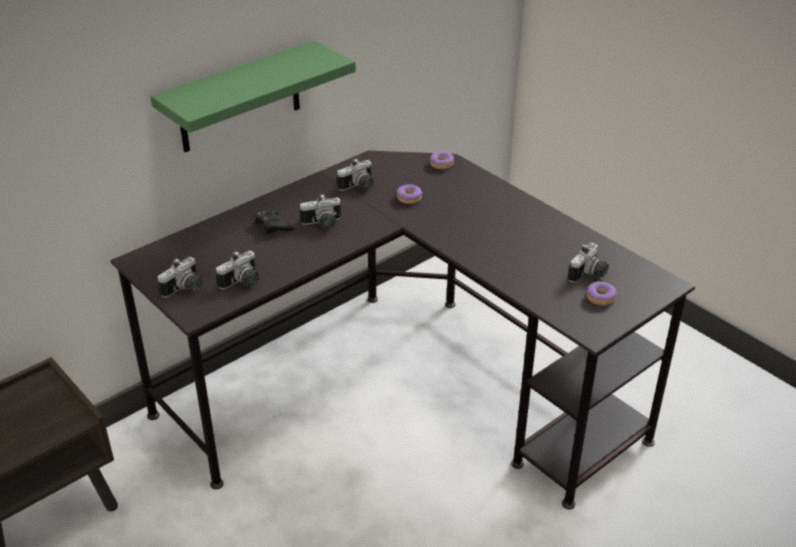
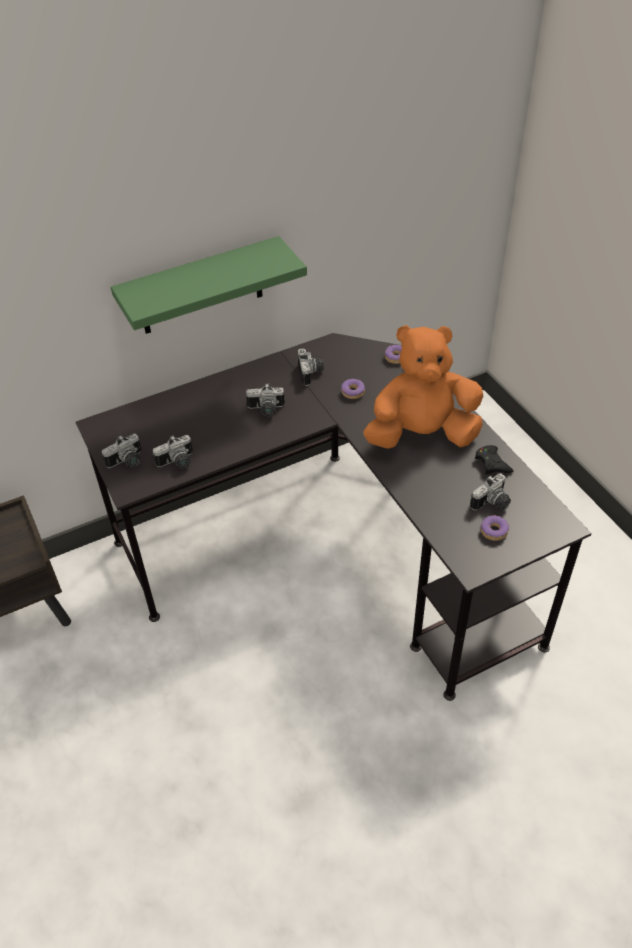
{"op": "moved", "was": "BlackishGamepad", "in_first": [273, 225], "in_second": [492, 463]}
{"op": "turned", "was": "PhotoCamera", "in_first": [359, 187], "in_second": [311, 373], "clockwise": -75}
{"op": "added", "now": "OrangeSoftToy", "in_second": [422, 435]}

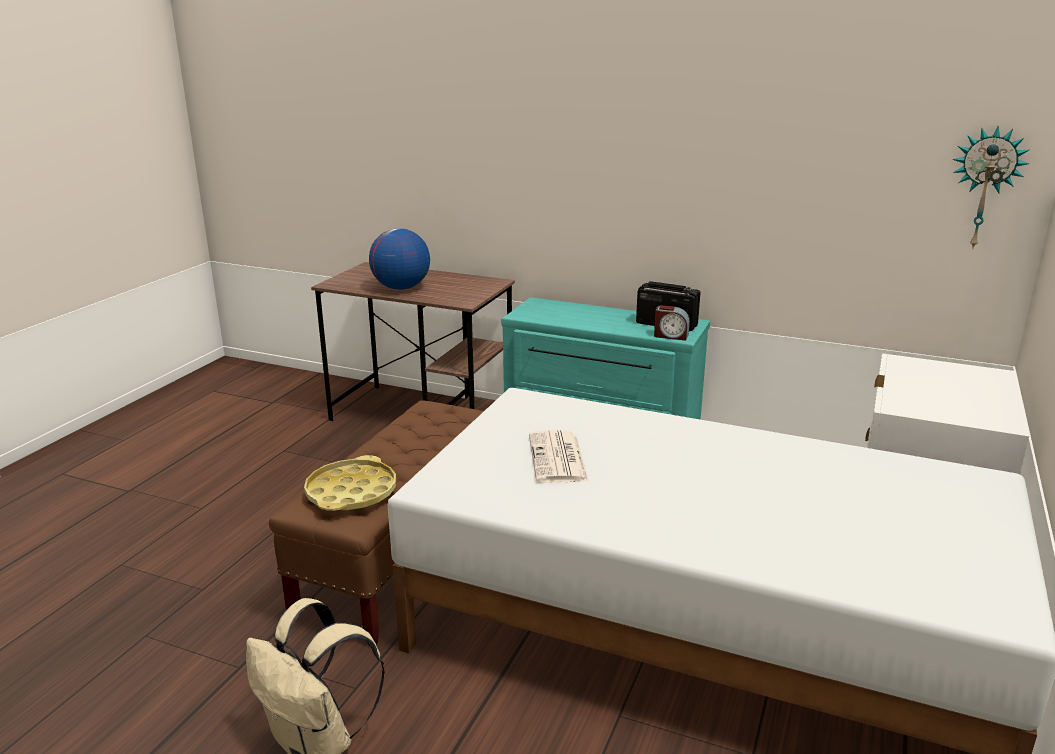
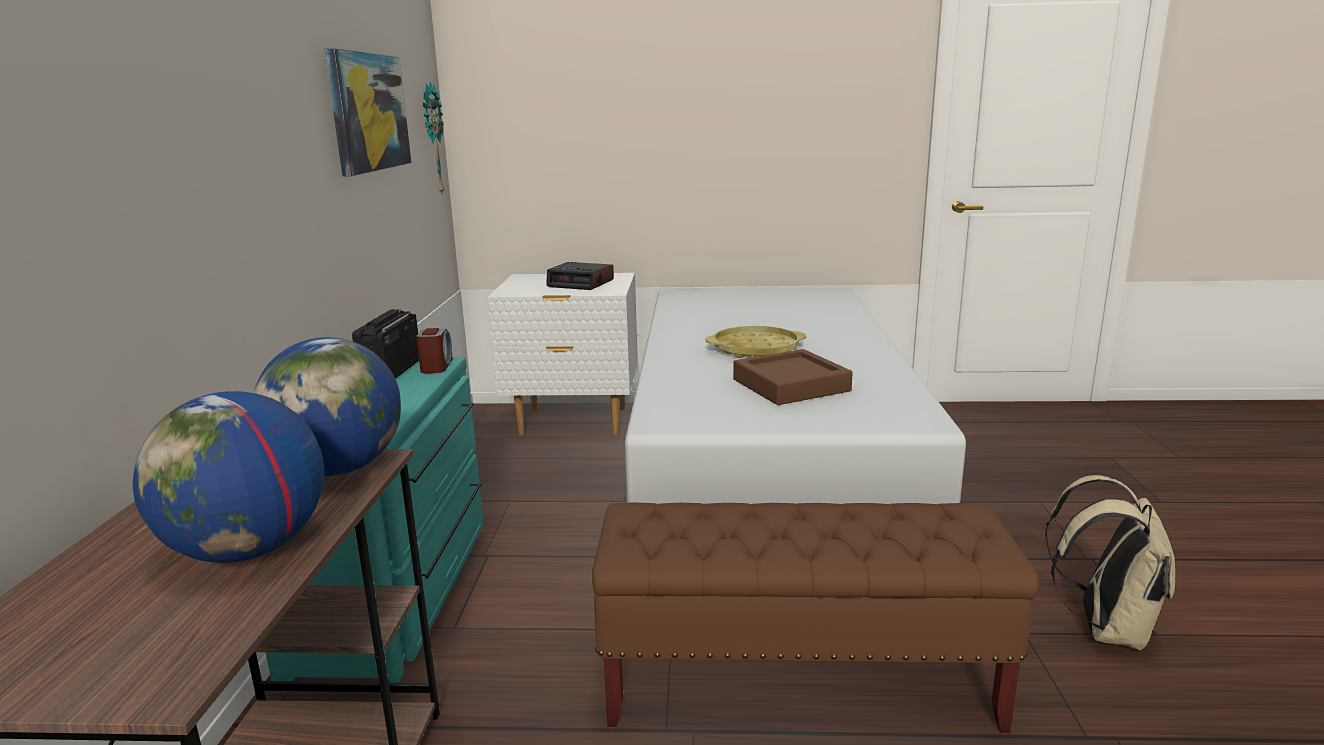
{"op": "moved", "was": "YellowServingTray", "in_first": [351, 492], "in_second": [755, 349]}
{"op": "replaced", "was": "PrintedPaper", "now": "BrownServingTray", "in_first": [558, 458], "in_second": [791, 385]}
{"op": "added", "now": "Globe", "in_second": [339, 469]}
{"op": "added", "now": "WallPicture", "in_second": [368, 112]}
{"op": "added", "now": "BedsideClock", "in_second": [581, 283]}

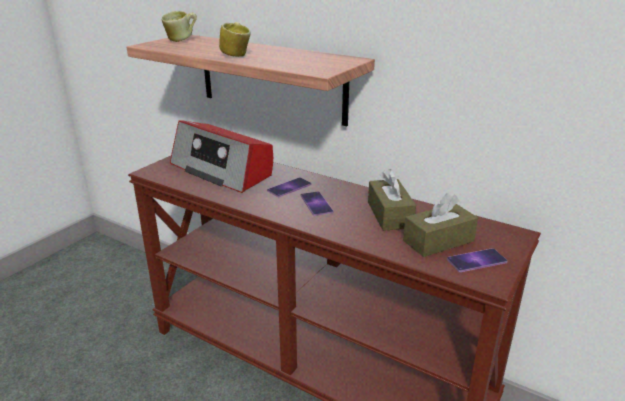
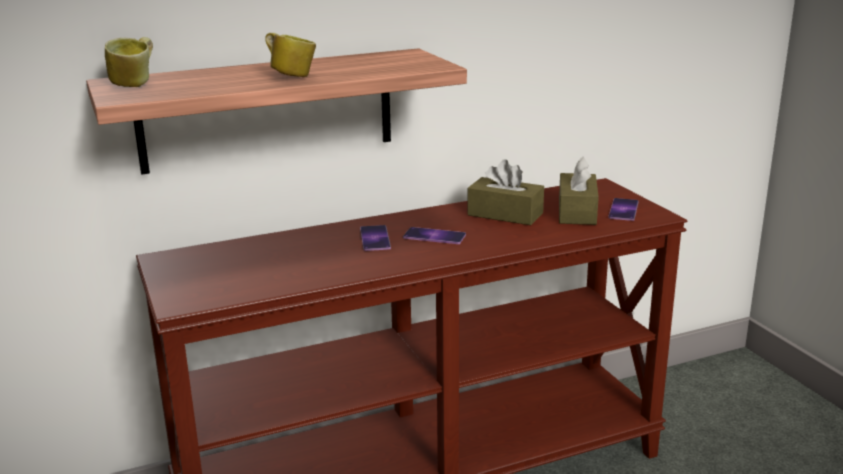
{"op": "removed", "was": "RadioSet", "in_first": [222, 170]}

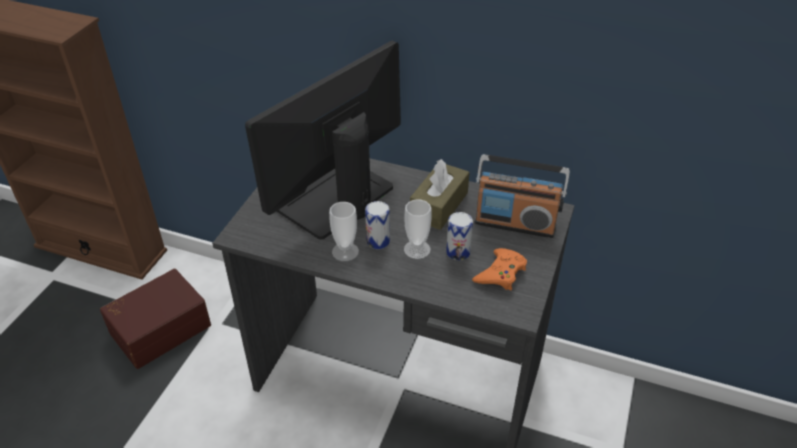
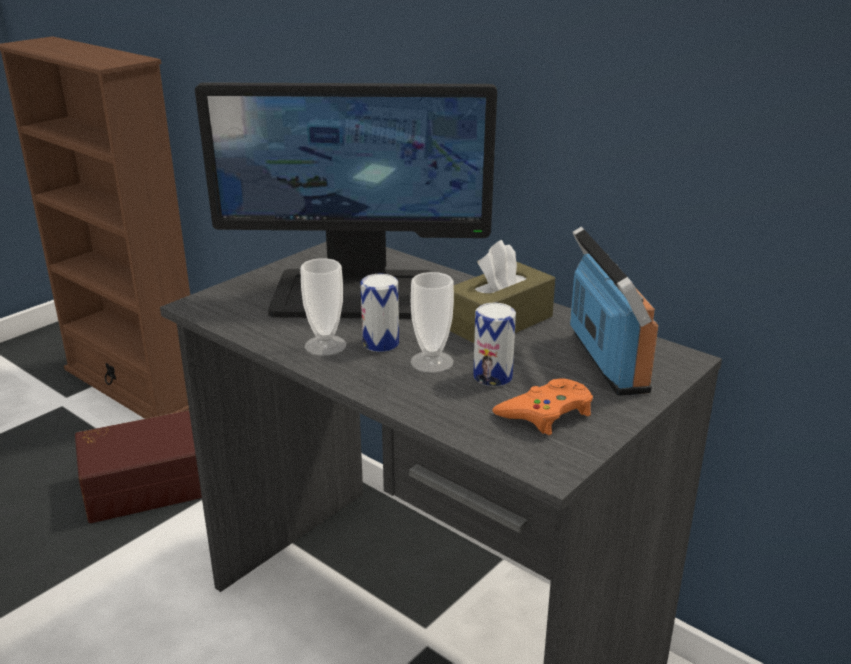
{"op": "turned", "was": "ComputerDisplay", "in_first": [336, 199], "in_second": [355, 293], "clockwise": -150}
{"op": "turned", "was": "RadioSet", "in_first": [515, 223], "in_second": [607, 361], "clockwise": -135}

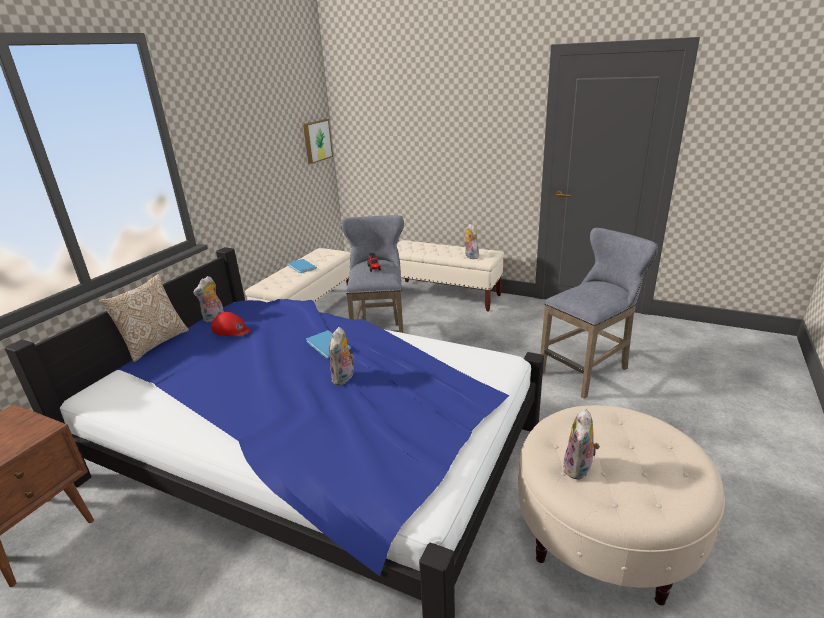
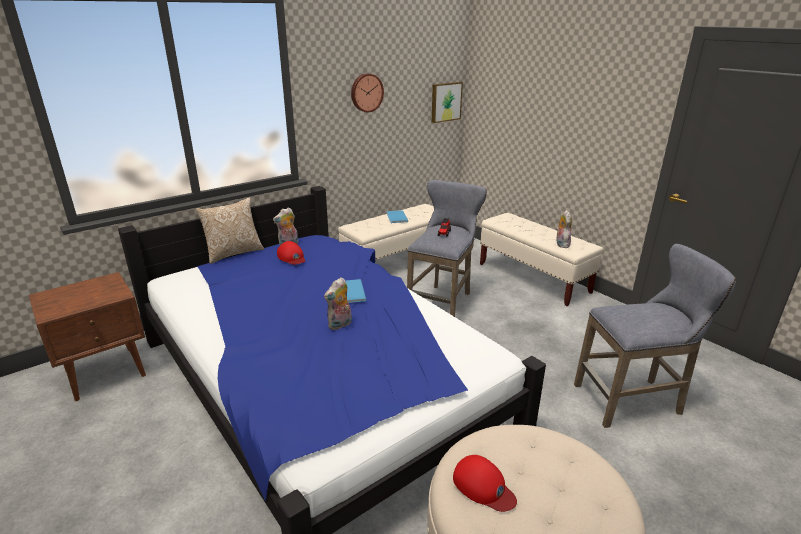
{"op": "replaced", "was": "SoftToy", "now": "RedPeakedCap", "in_first": [579, 469], "in_second": [483, 486]}
{"op": "added", "now": "HangingClock", "in_second": [366, 92]}

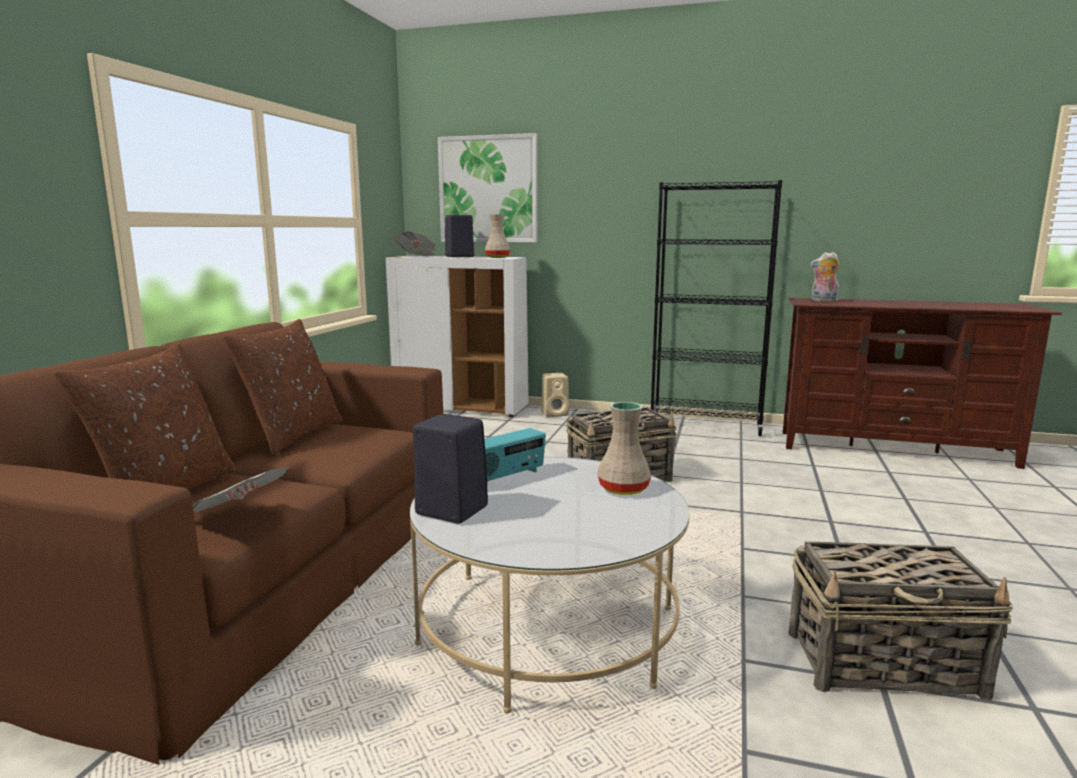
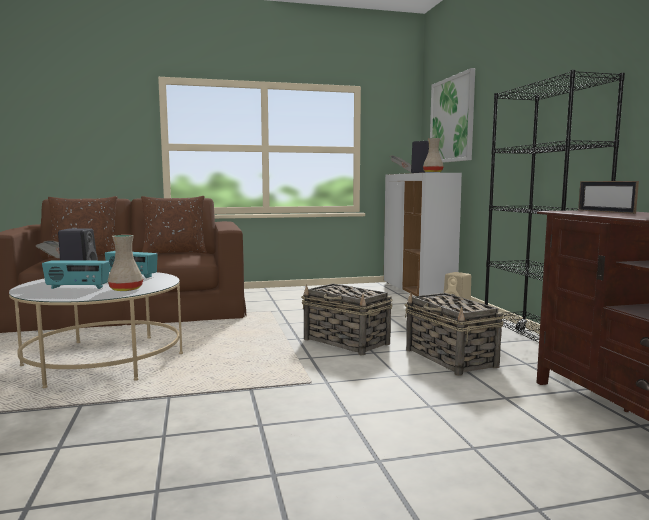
{"op": "moved", "was": "HouseholdBasket", "in_first": [885, 664], "in_second": [451, 358]}
{"op": "replaced", "was": "SoftToy", "now": "PictureFrame", "in_first": [823, 301], "in_second": [605, 211]}
{"op": "added", "now": "RadioSet", "in_second": [77, 288]}

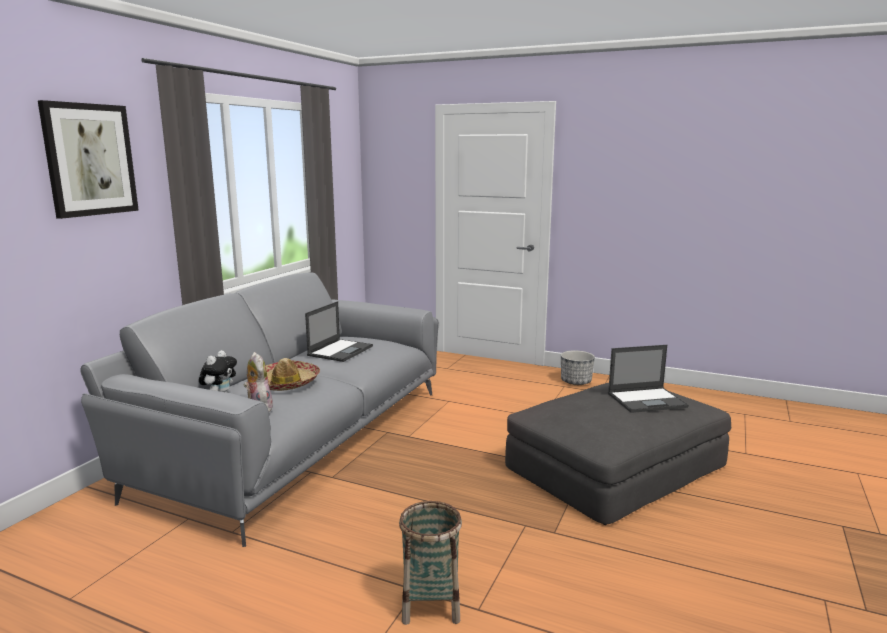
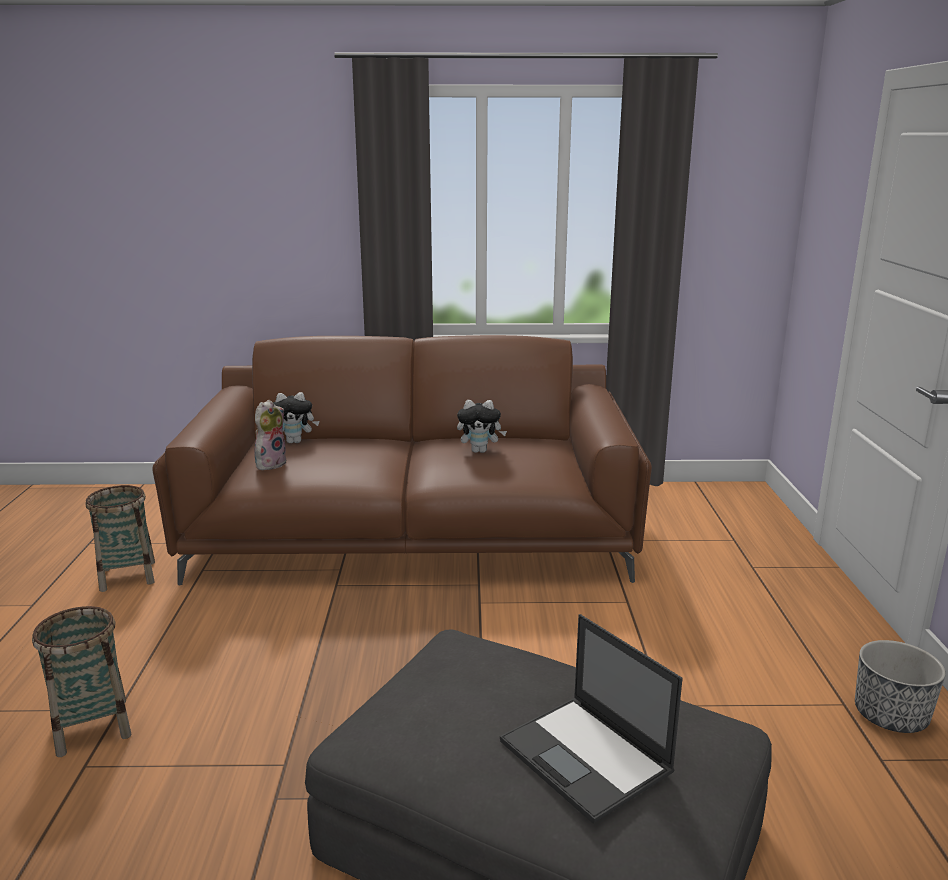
{"op": "removed", "was": "WallPicture", "in_first": [90, 160]}
{"op": "recoloured", "was": "GreyishCouch", "now": "BrownCouch", "in_first": [297, 438], "in_second": [414, 536]}
{"op": "removed", "was": "ClothingHat", "in_first": [286, 383]}
{"op": "replaced", "was": "Laptop", "now": "SoftToy", "in_first": [340, 350], "in_second": [480, 451]}
{"op": "added", "now": "HouseholdBasket", "in_second": [127, 576]}

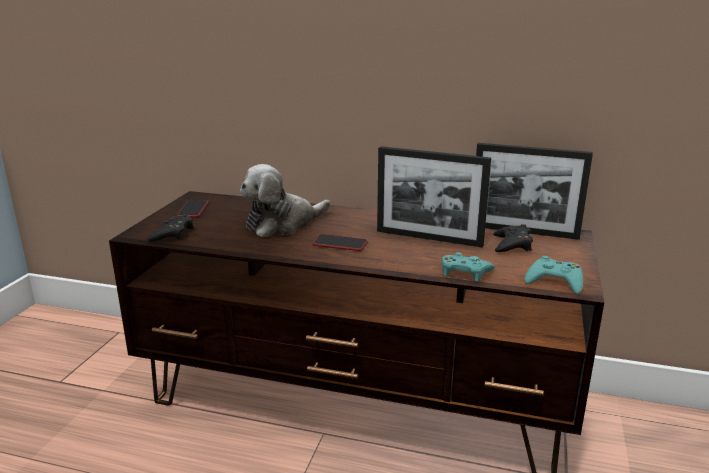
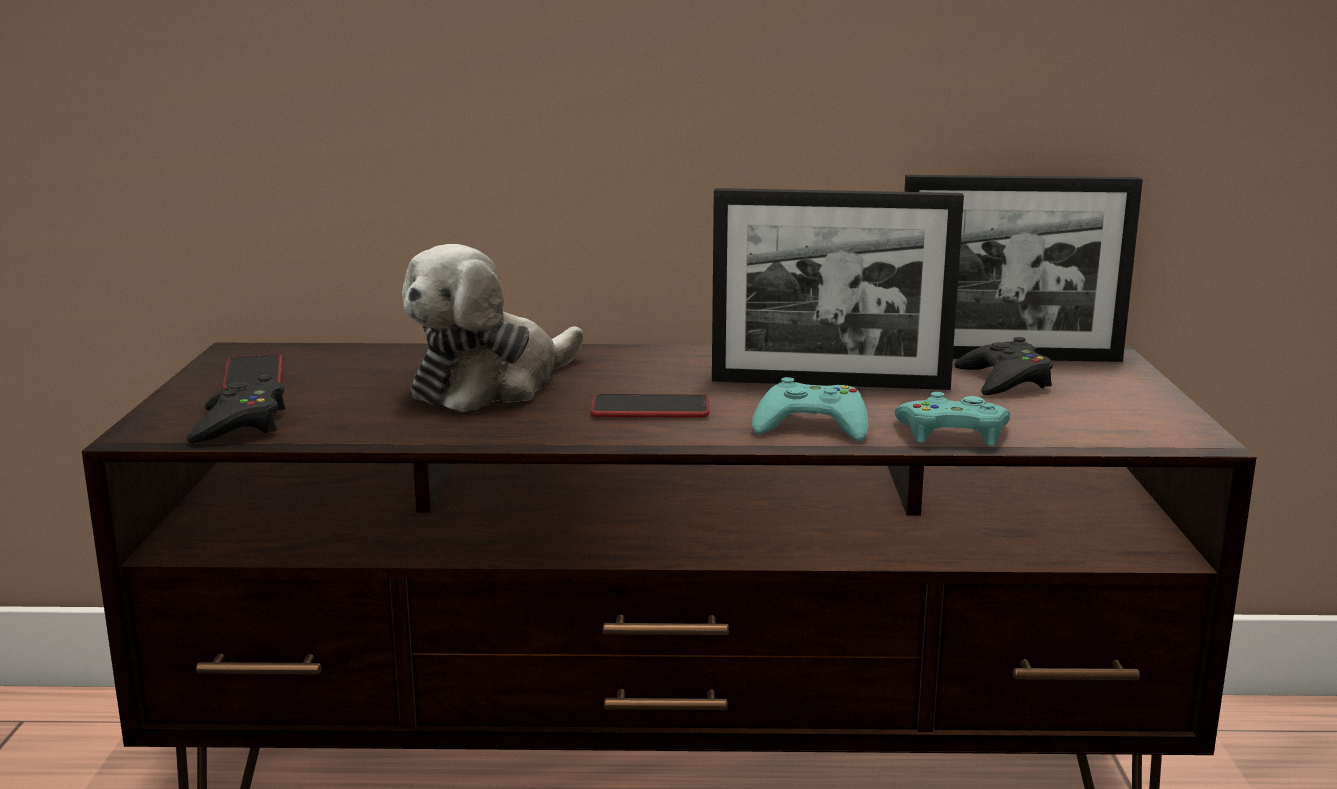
{"op": "moved", "was": "TurquoiseGamepad", "in_first": [555, 281], "in_second": [812, 425]}

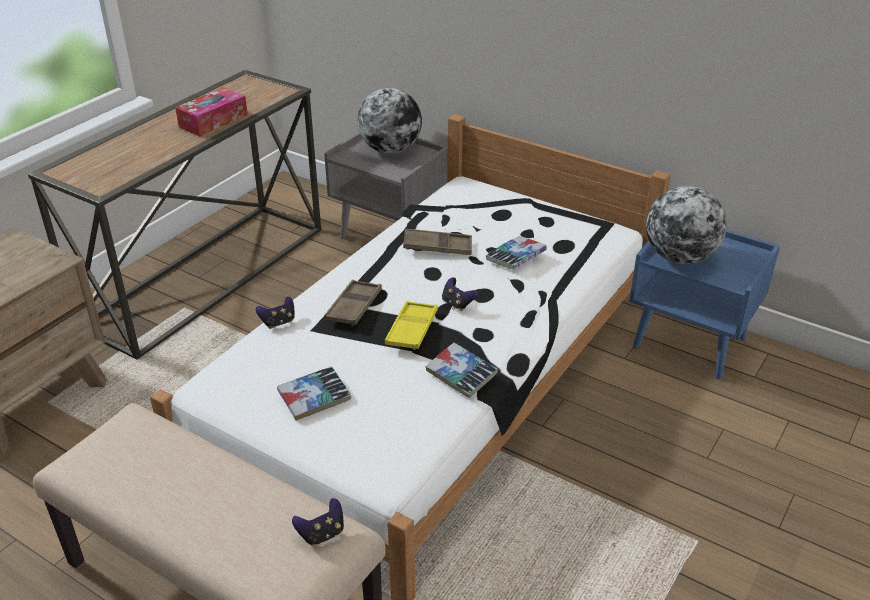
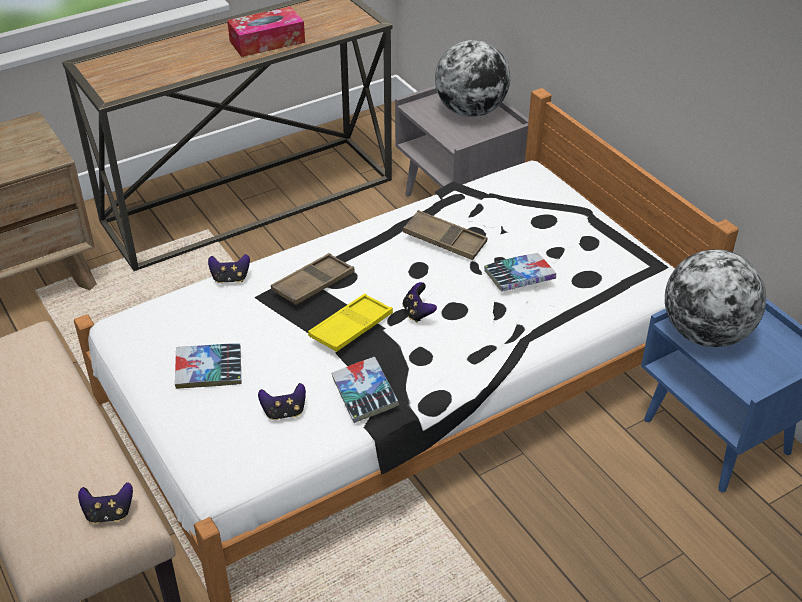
{"op": "added", "now": "Gamepad", "in_second": [284, 412]}

